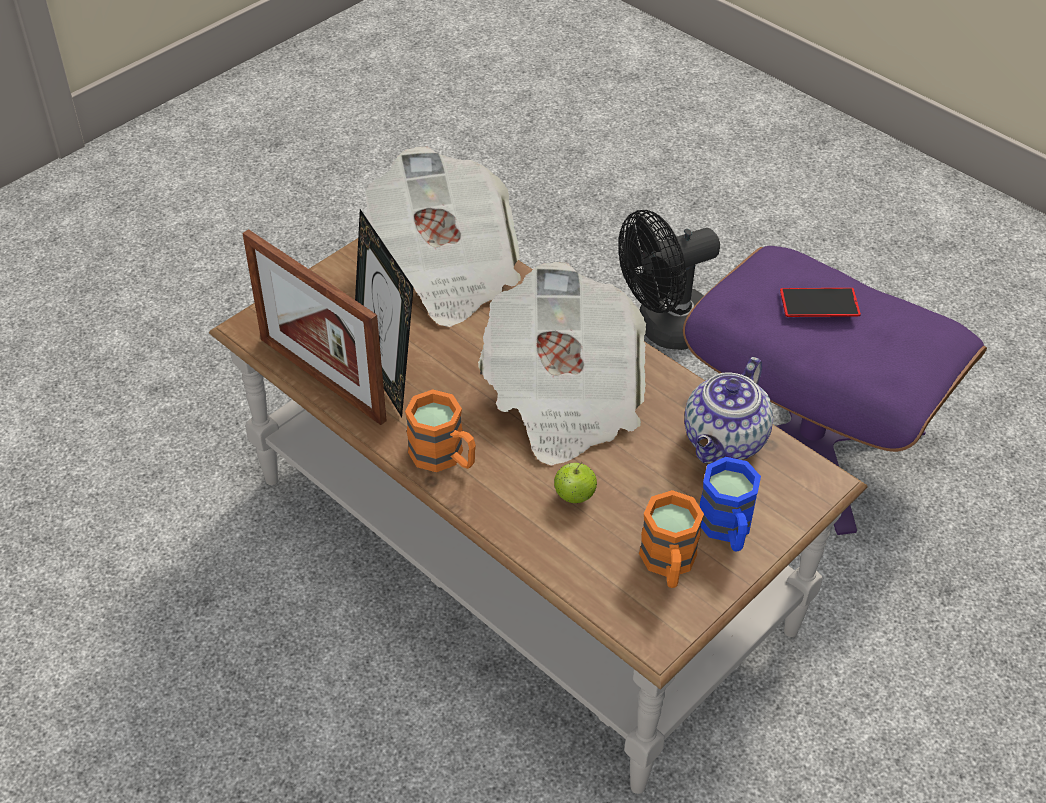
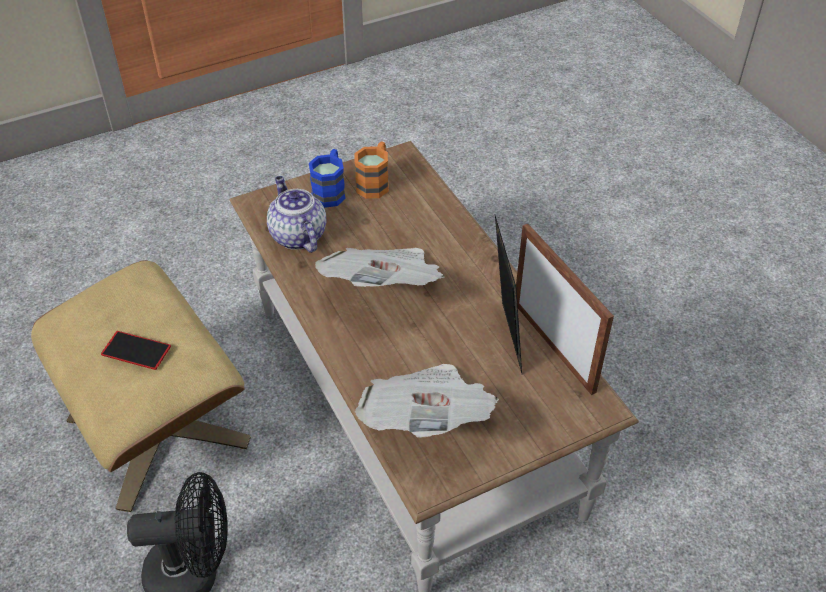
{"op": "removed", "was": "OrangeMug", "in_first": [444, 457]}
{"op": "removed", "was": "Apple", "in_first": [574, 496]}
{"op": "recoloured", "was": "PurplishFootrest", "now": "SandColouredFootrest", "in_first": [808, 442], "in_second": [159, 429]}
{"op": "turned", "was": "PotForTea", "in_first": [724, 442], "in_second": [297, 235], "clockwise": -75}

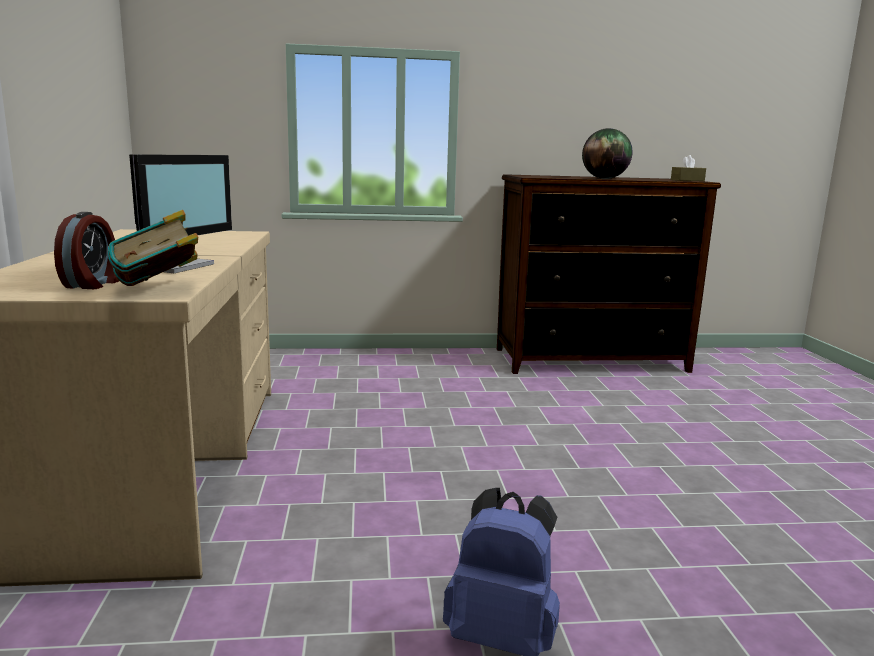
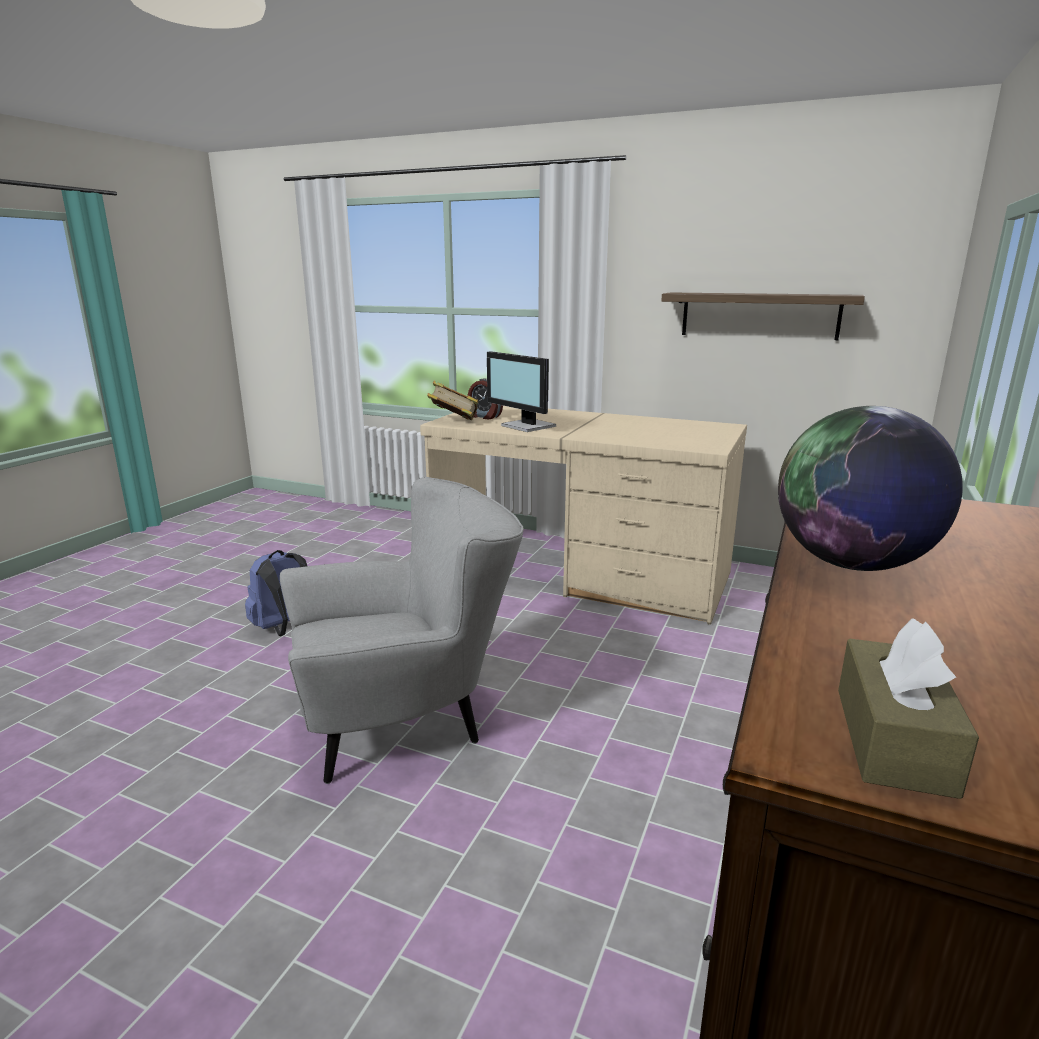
{"op": "added", "now": "GreyishLoungeChair", "in_second": [408, 723]}
{"op": "added", "now": "BracketShelf", "in_second": [759, 315]}

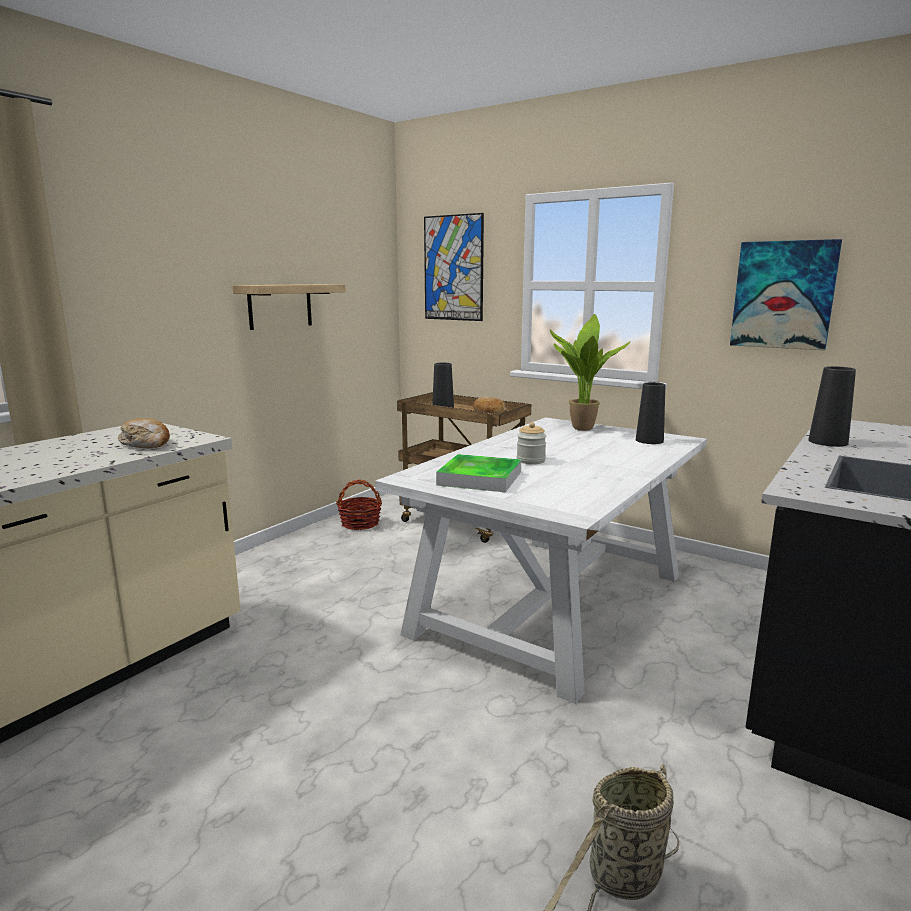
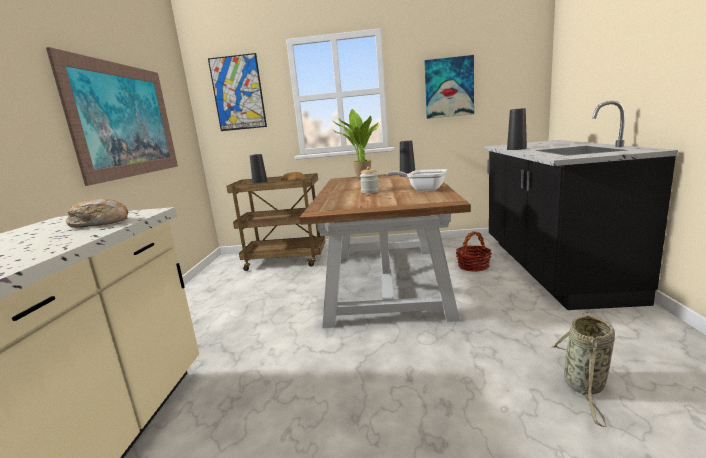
{"op": "replaced", "was": "BracketShelf", "now": "WallPicture", "in_first": [280, 306], "in_second": [125, 120]}
{"op": "moved", "was": "HouseholdBasket", "in_first": [360, 523], "in_second": [473, 266]}
{"op": "recoloured", "was": "WhiteKitchenTable", "now": "BrownKitchenTable", "in_first": [552, 602], "in_second": [386, 281]}
{"op": "removed", "was": "ServingTray", "in_first": [480, 478]}
{"op": "added", "now": "FryingPan", "in_second": [423, 189]}

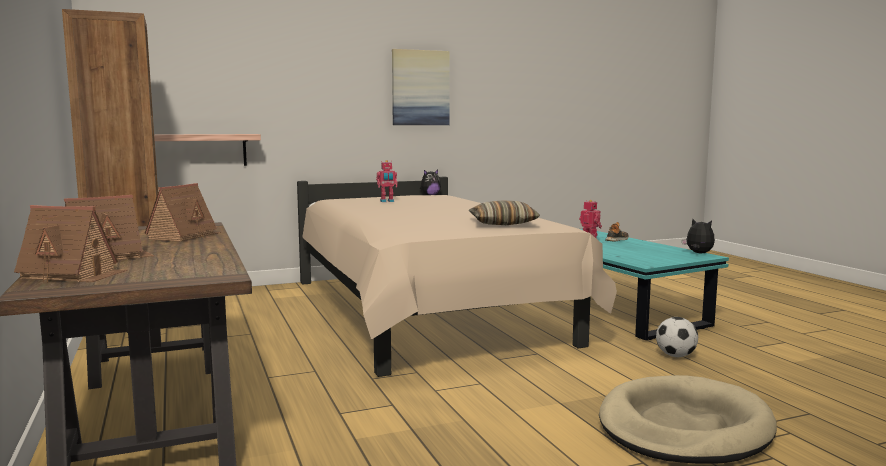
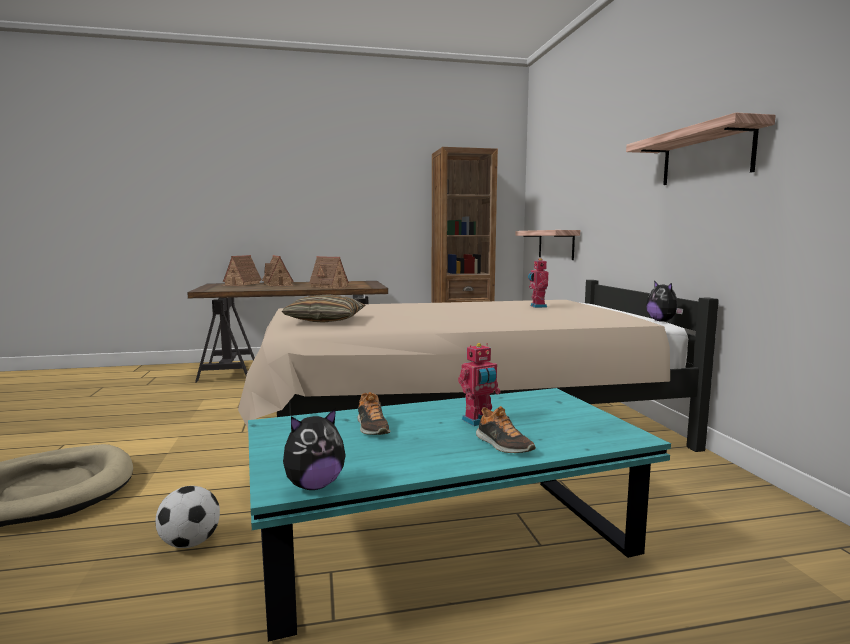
{"op": "replaced", "was": "WallPicture", "now": "BracketShelf", "in_first": [420, 88], "in_second": [706, 156]}
{"op": "added", "now": "LowShoe", "in_second": [372, 428]}

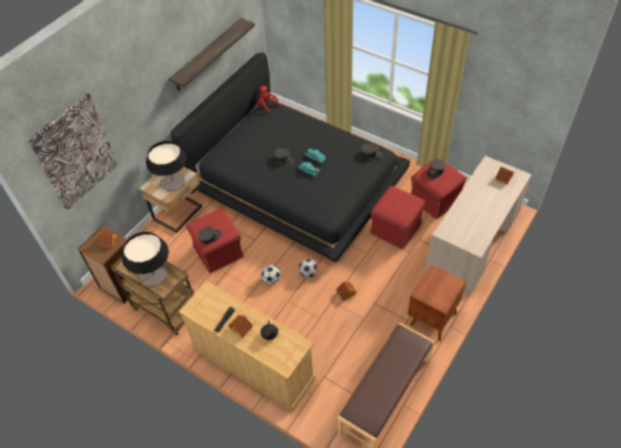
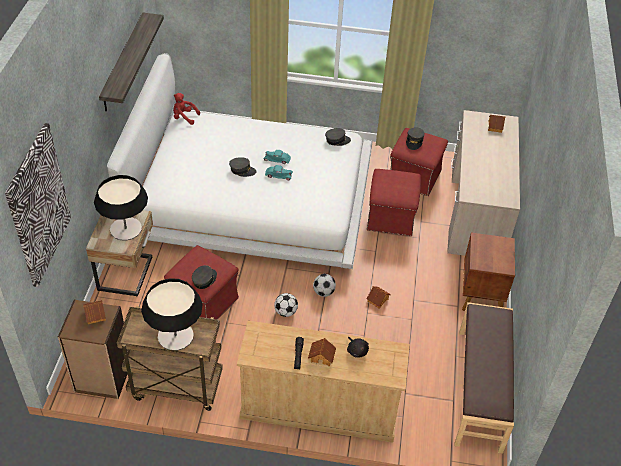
{"op": "recoloured", "was": "BlackishBedroomBed", "now": "WhiteBedroomBed", "in_first": [296, 181], "in_second": [250, 198]}

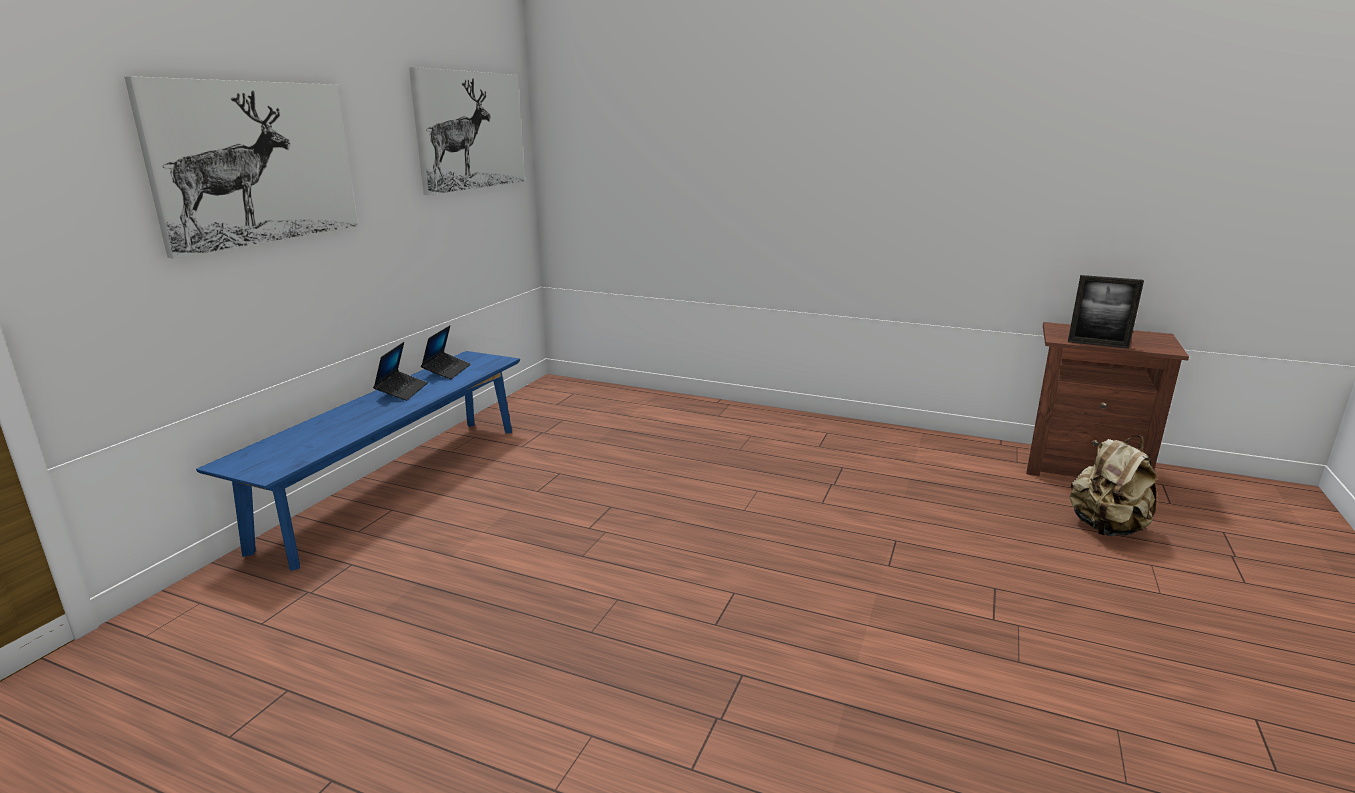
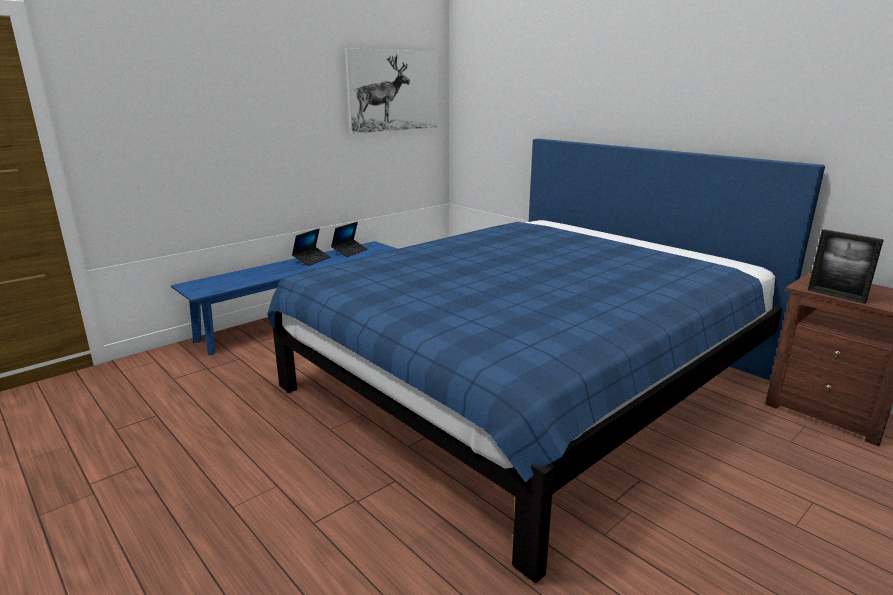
{"op": "removed", "was": "WallPicture", "in_first": [257, 163]}
{"op": "removed", "was": "SandColouredRucksack", "in_first": [1106, 528]}
{"op": "added", "now": "BlueBedroomBed", "in_second": [528, 382]}

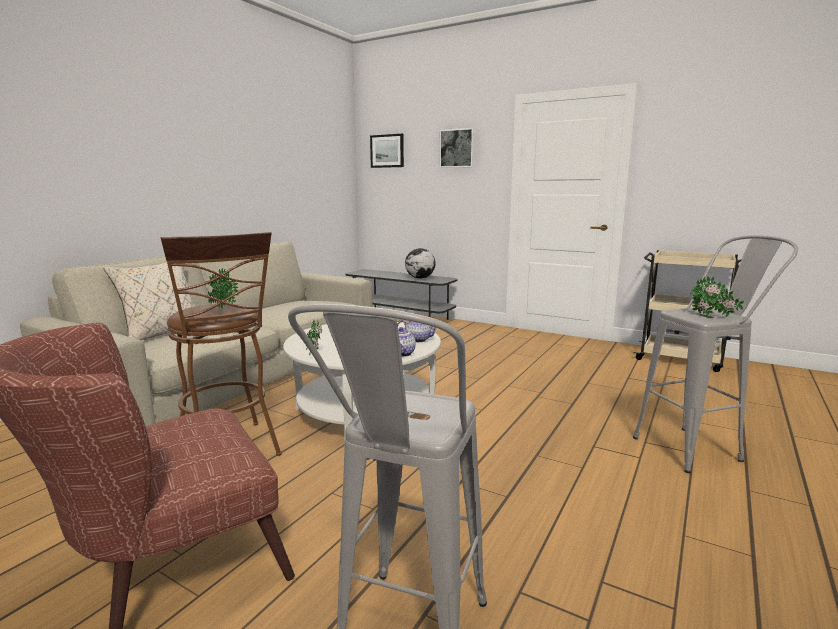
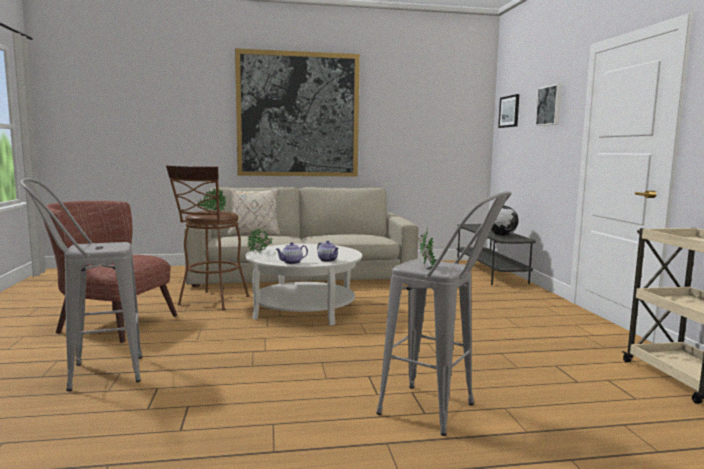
{"op": "added", "now": "WallPicture", "in_second": [298, 115]}

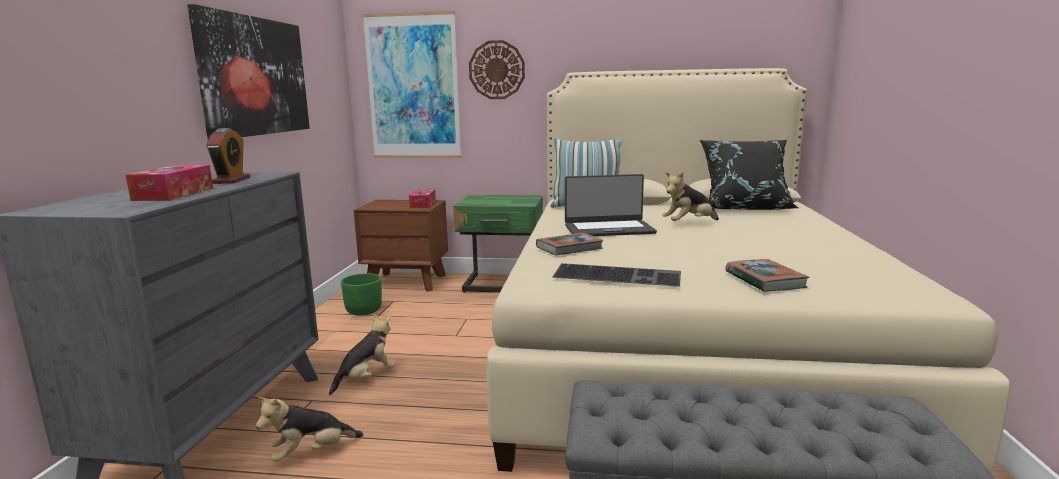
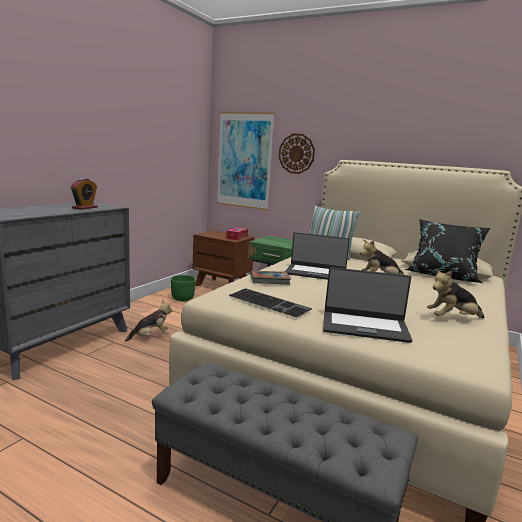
{"op": "removed", "was": "BoxOfTissues", "in_first": [174, 194]}
{"op": "removed", "was": "WallPicture", "in_first": [255, 76]}
{"op": "moved", "was": "SoftToy", "in_first": [311, 453], "in_second": [452, 319]}
{"op": "replaced", "was": "Volume", "now": "Laptop", "in_first": [764, 280], "in_second": [364, 326]}

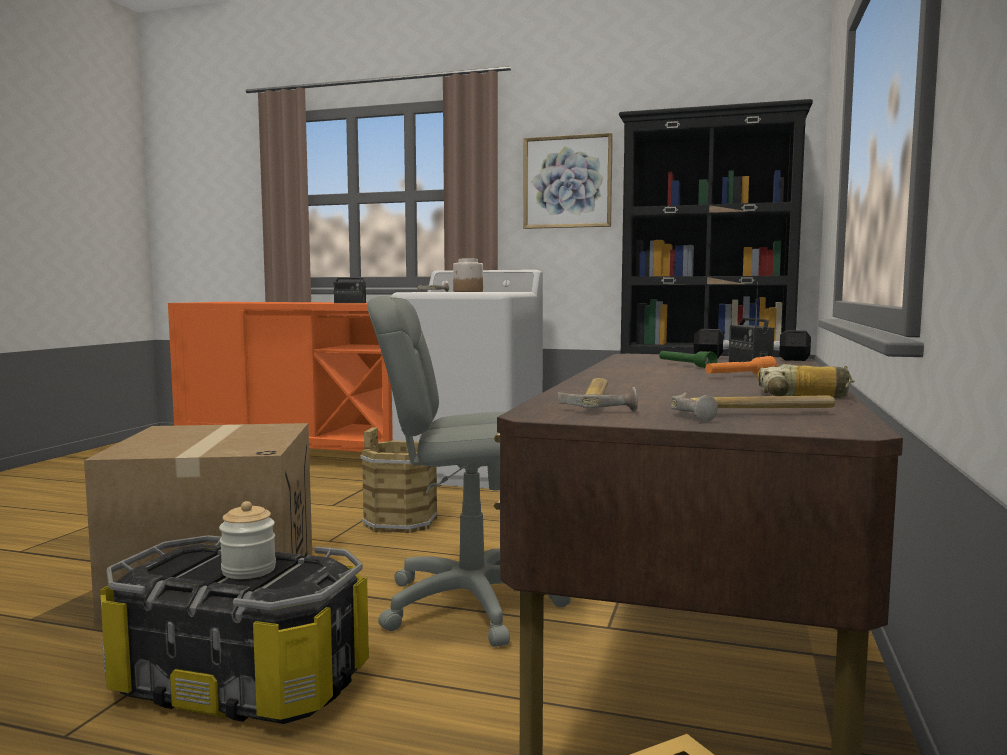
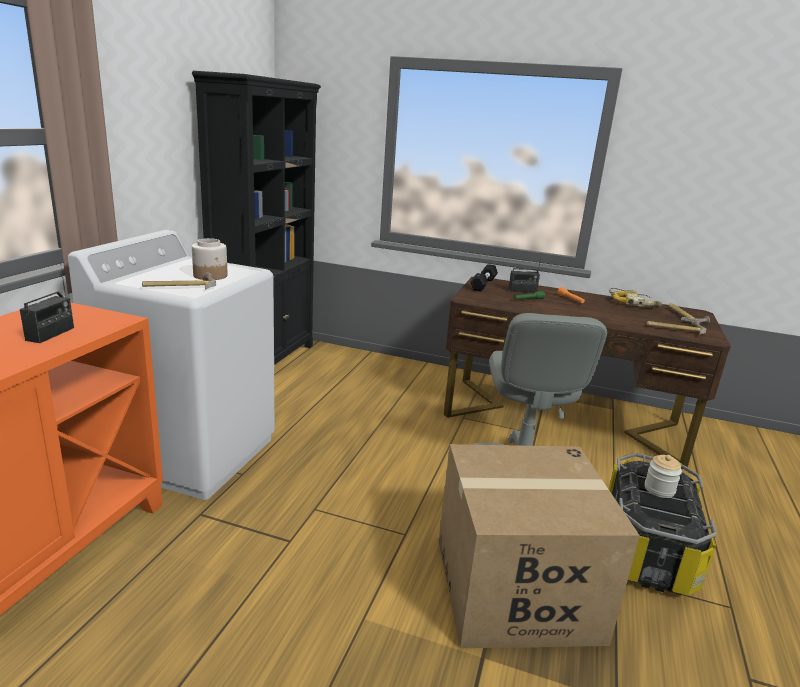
{"op": "removed", "was": "BrownBucket", "in_first": [400, 522]}
{"op": "removed", "was": "WallPicture", "in_first": [567, 182]}

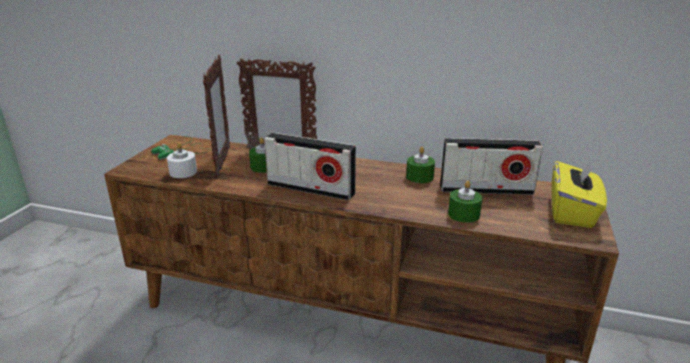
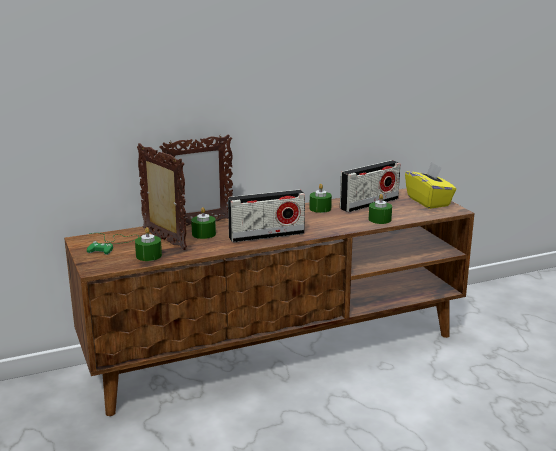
{"op": "recoloured", "was": "WhiteWaxCandle", "now": "GreenWaxCandle", "in_first": [183, 172], "in_second": [149, 255]}

